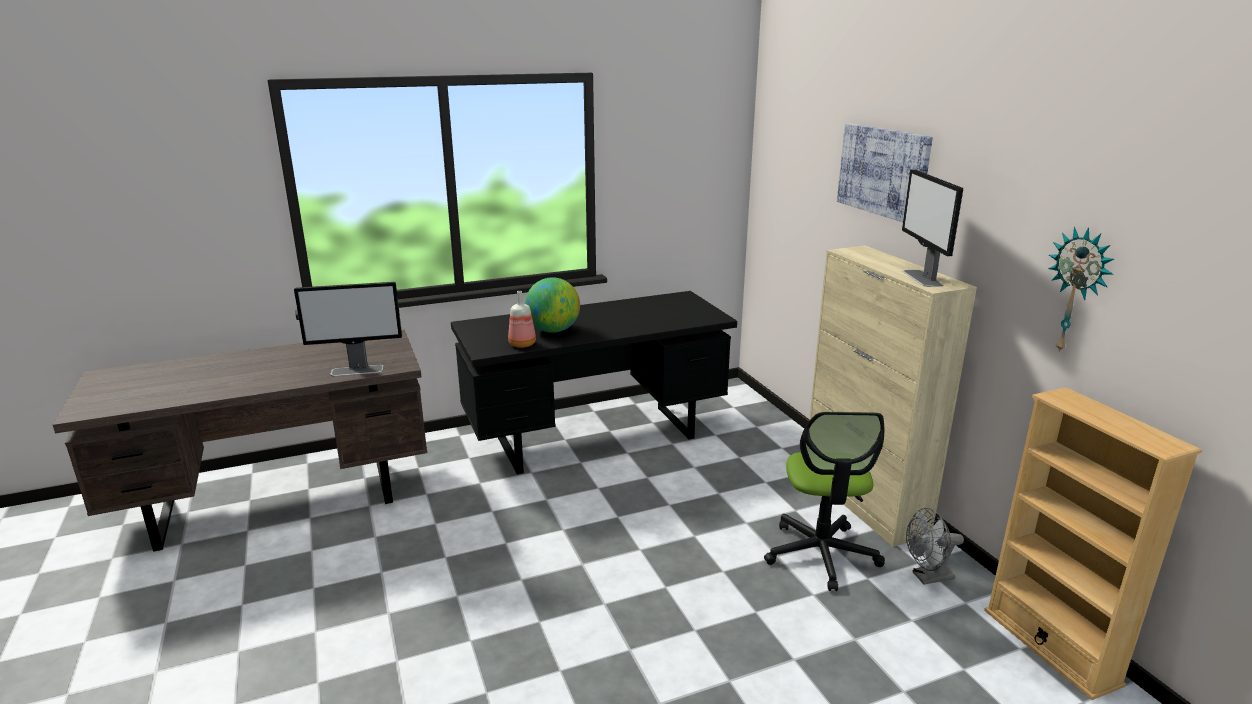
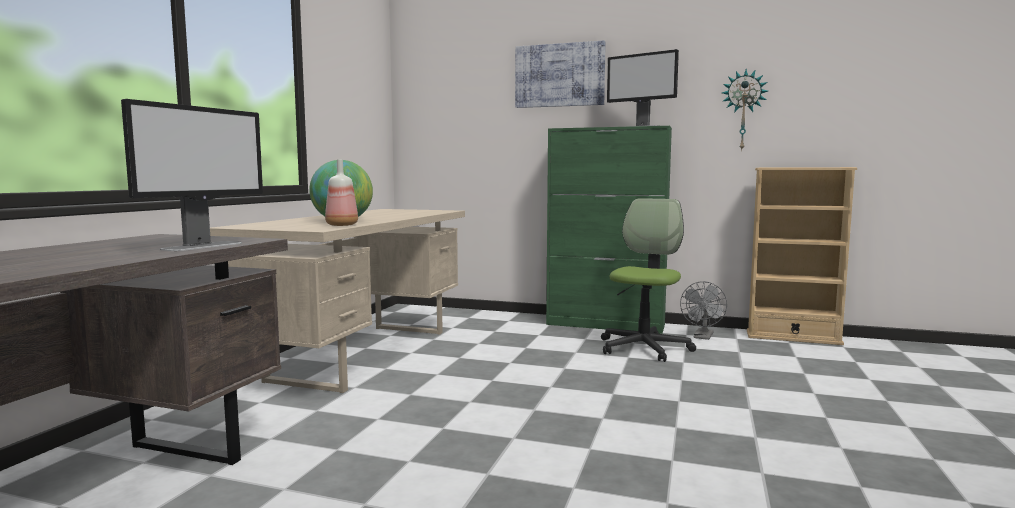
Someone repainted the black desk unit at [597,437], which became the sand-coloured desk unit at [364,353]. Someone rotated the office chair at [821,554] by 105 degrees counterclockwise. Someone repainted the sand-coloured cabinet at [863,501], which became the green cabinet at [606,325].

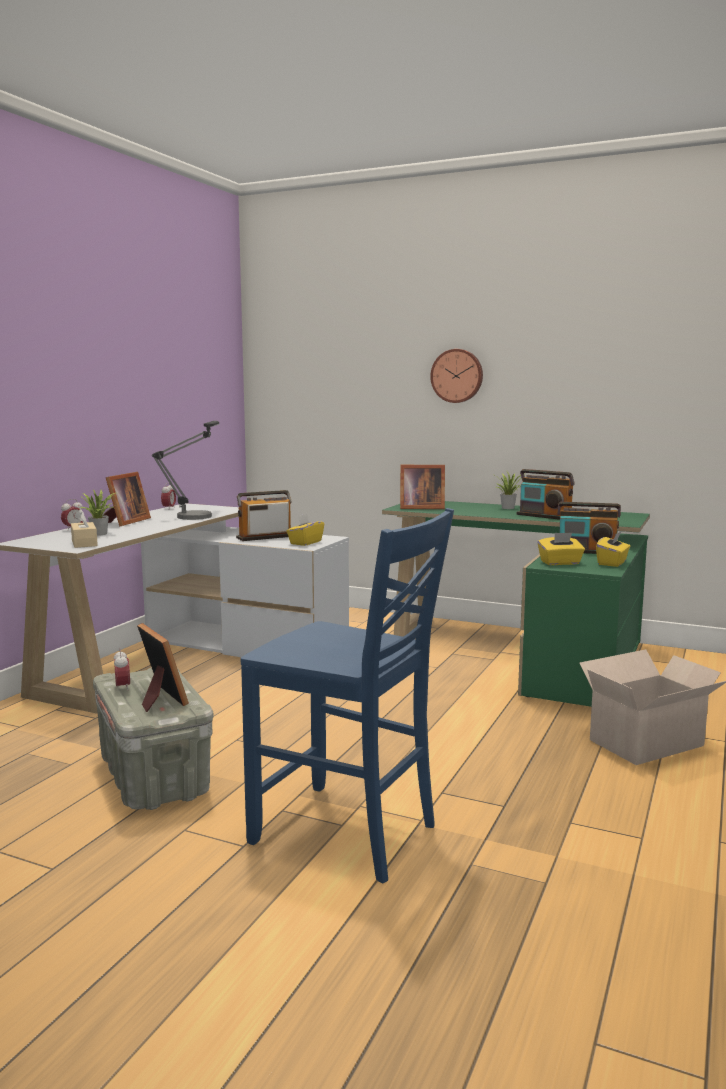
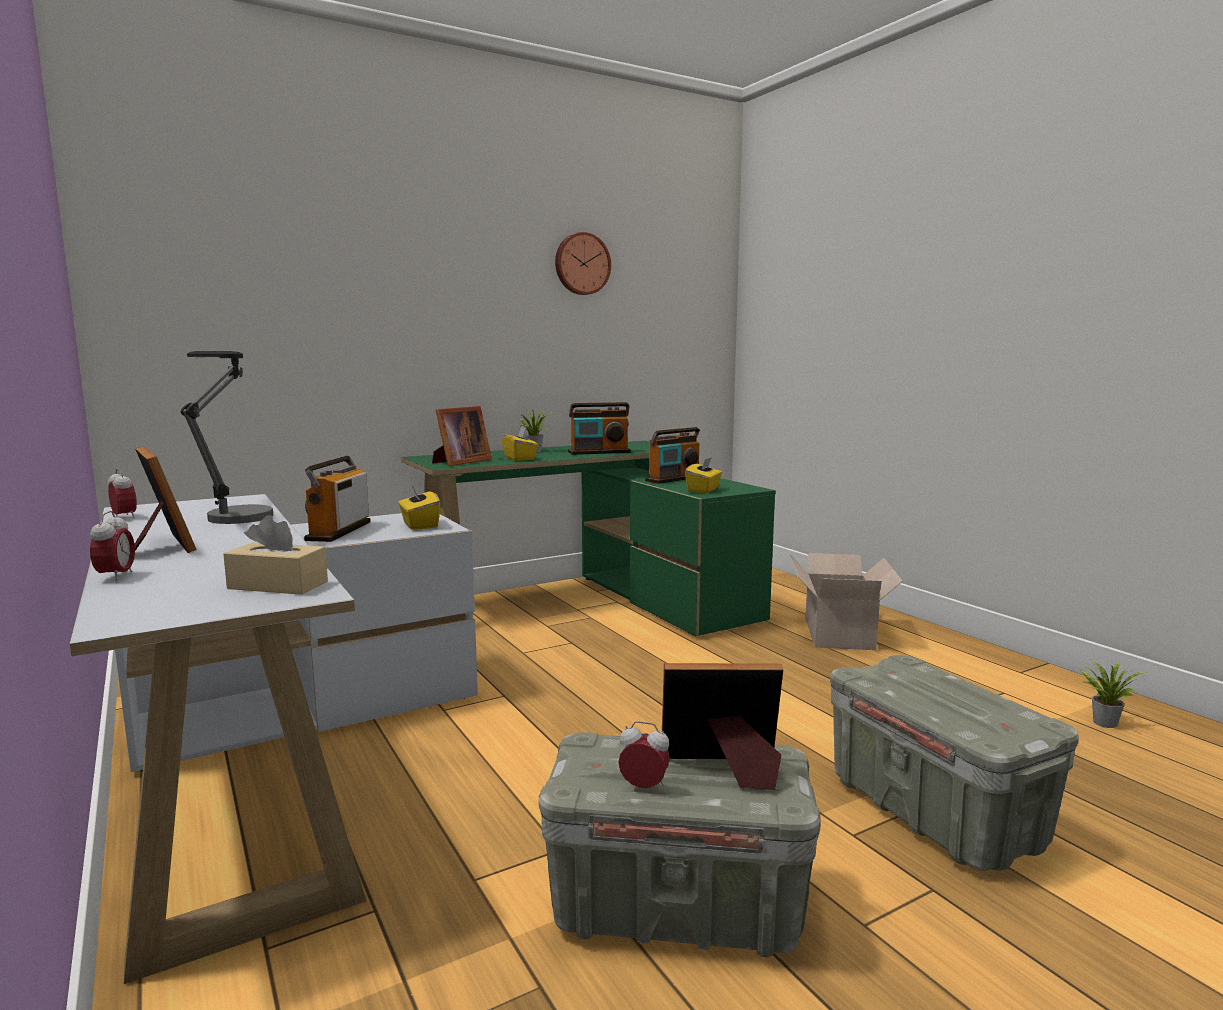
Someone carried the potted plant from [101,534] to [1103,722]. Someone swapped the blue chair at [347,834] for the gray storage container at [936,813]. Someone carried the wall clock from [457,376] to [581,264]. Someone carried the yellow box of tissues from [612,563] to [520,458].

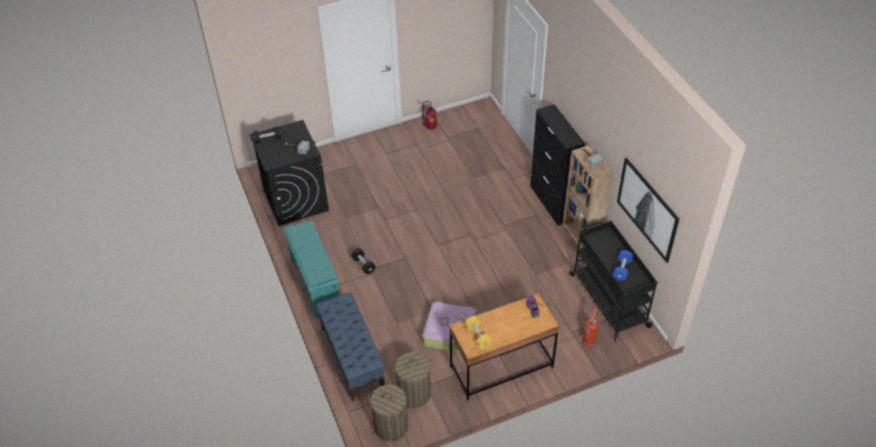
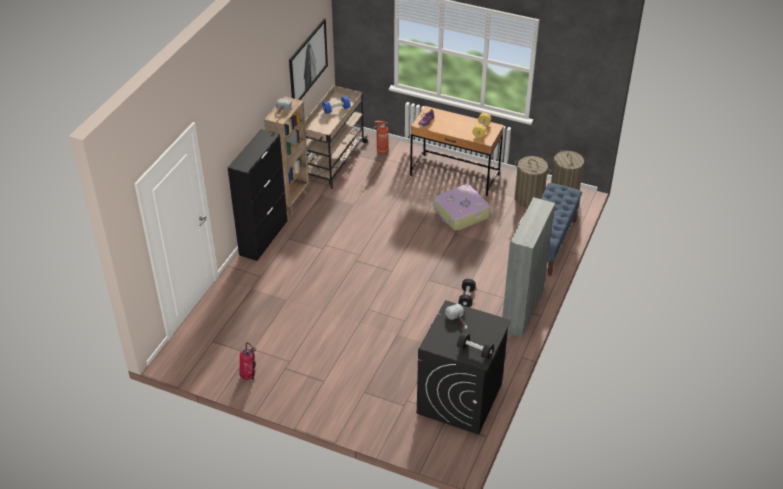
Someone swapped the turquoise-coloured shoe shelf at [315,284] for the gray cabinet at [522,311]. Someone repainted the black trolley at [608,299], which became the sand-coloured trolley at [333,161].

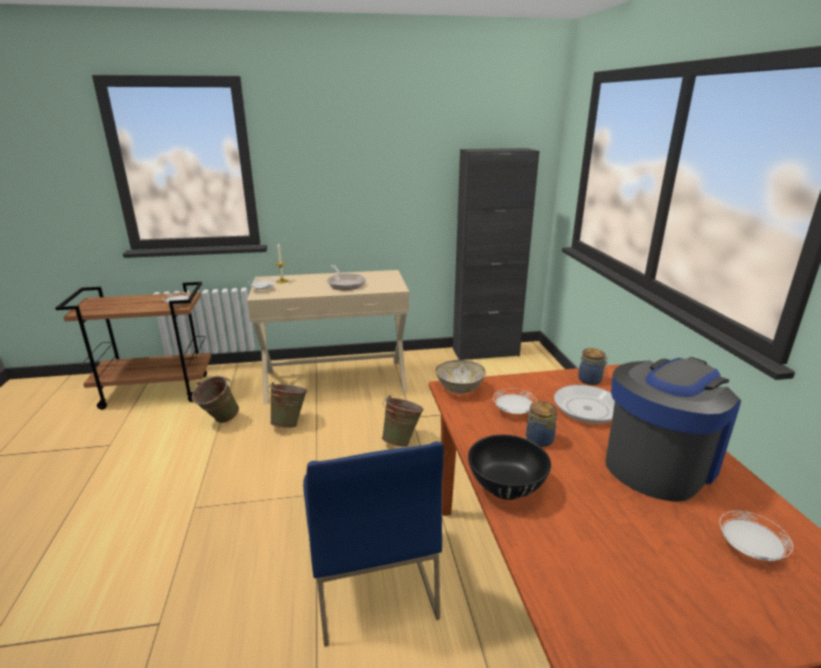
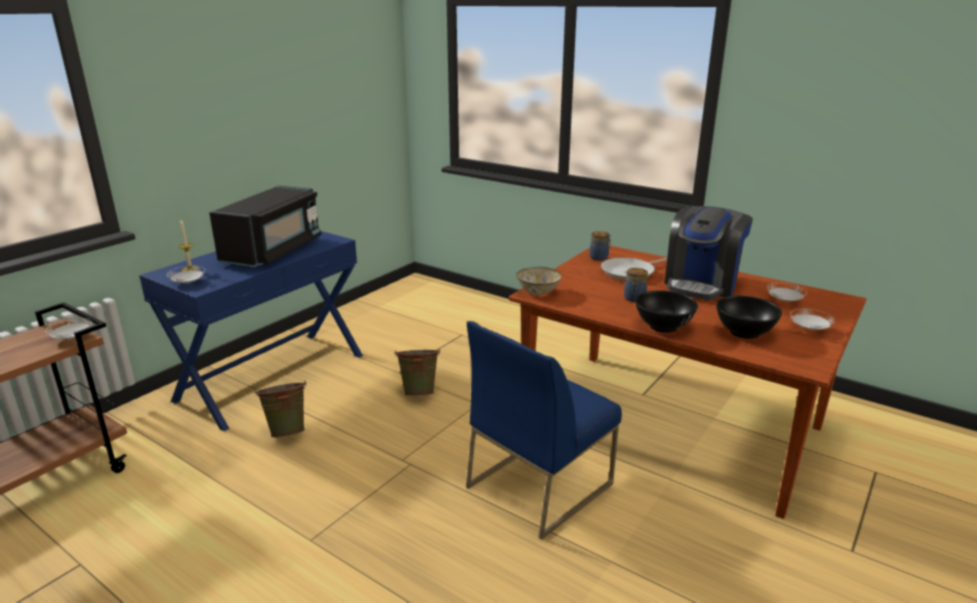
Someone took away the green water bucket at [218,421]. Someone repainted the sand-coloured narrow table at [335,380], which became the blue narrow table at [272,376]. Someone rotated the blue chair at [370,579] by 105 degrees clockwise. Someone swapped the pan at [345,283] for the black microwave at [274,251]. Someone took away the black cabinet at [485,352]. Someone carried the white-coloured plate from [514,411] to [809,329]. Someone rotated the coffee machine at [659,463] by 150 degrees counterclockwise. Someone put down the black bowl at [744,332].

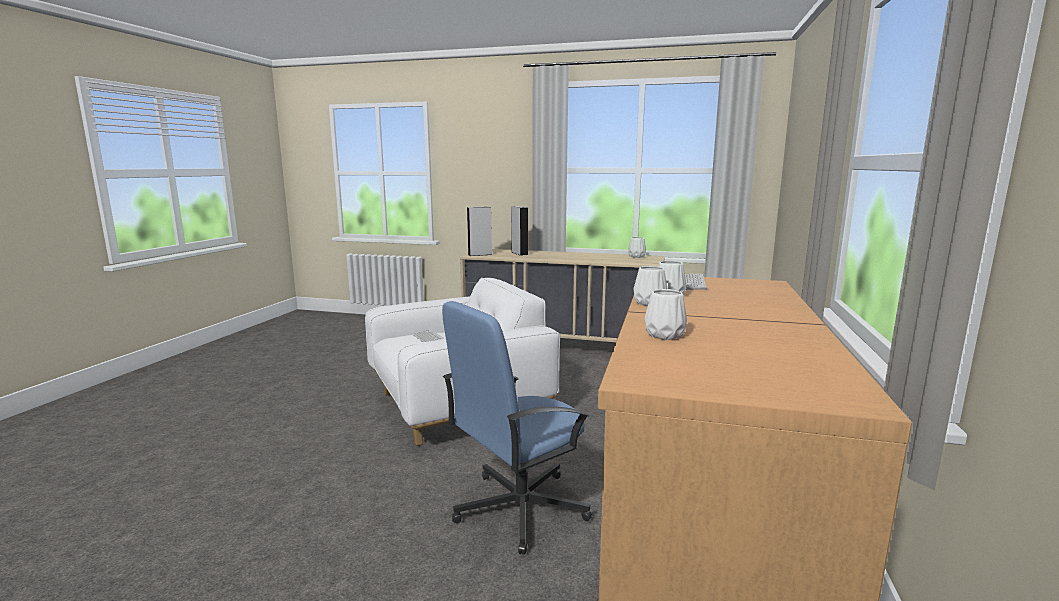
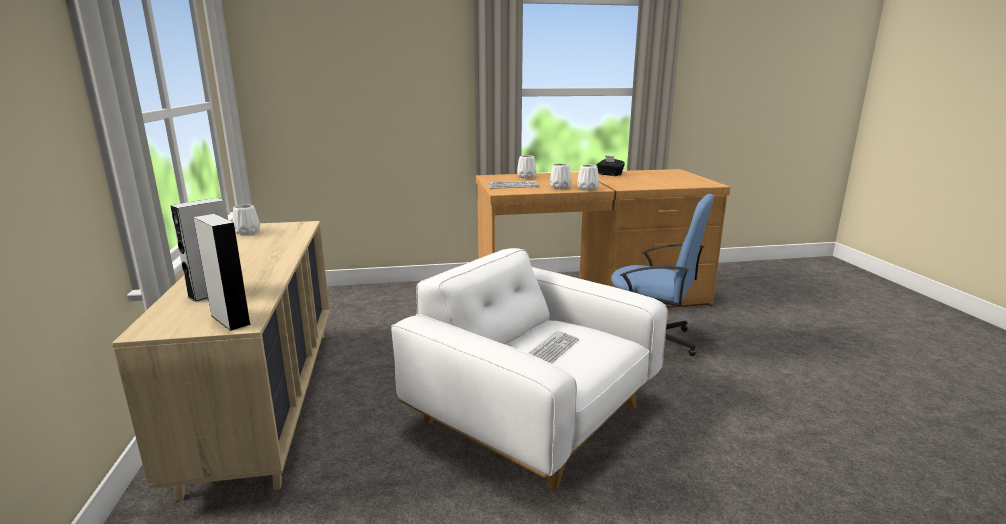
Someone carried the white-coloured vase from [665,335] to [526,177]. Someone put down the black box of tissues at [609,174].

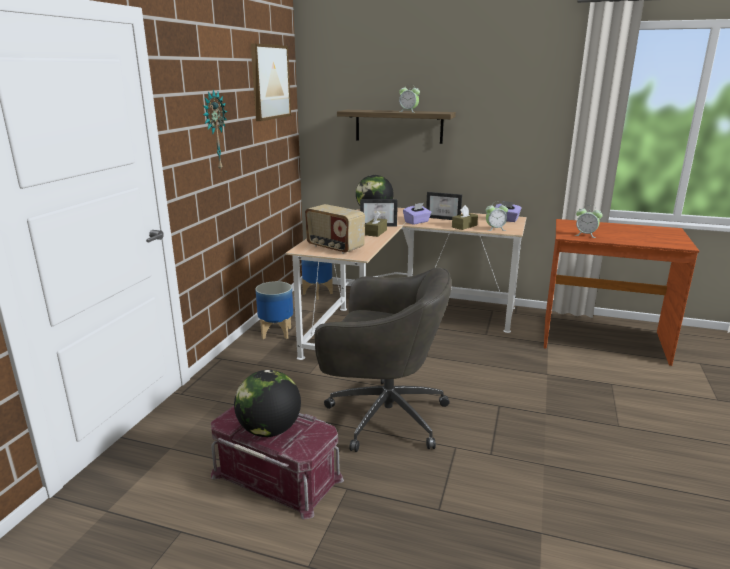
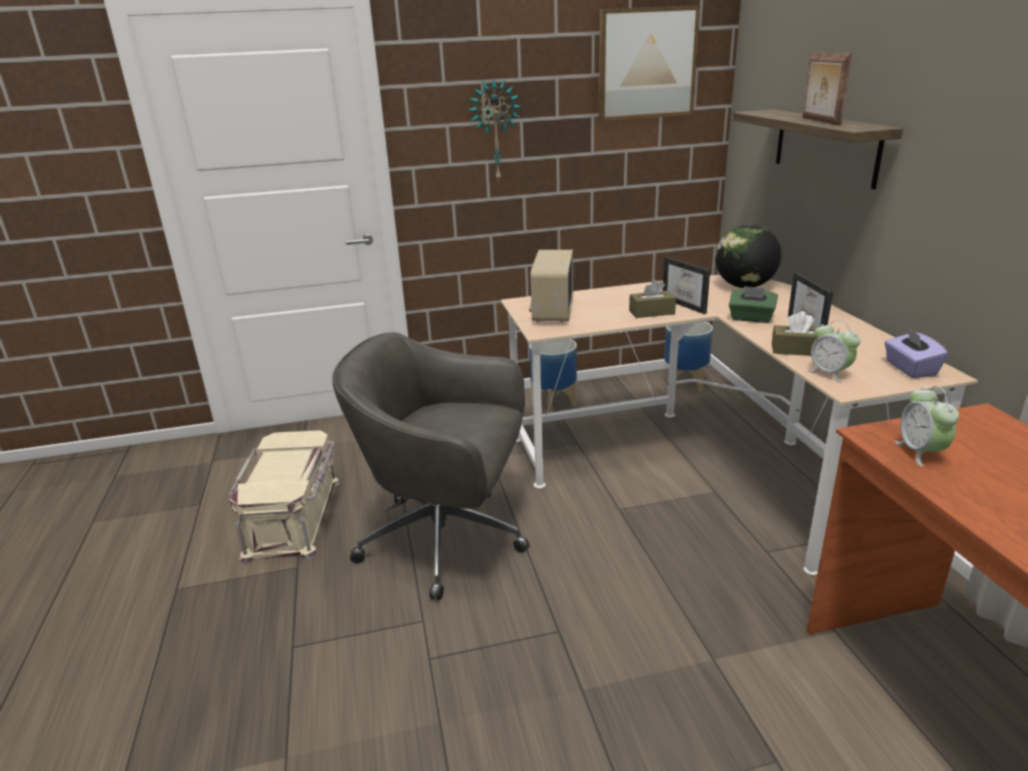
Someone repainted the reddish storage container at [278,476], which became the sand-coloured storage container at [295,518]. Someone took away the globe at [269,430]. Someone rotated the gray office chair at [383,415] by 120 degrees clockwise. Someone swapped the bedside clock at [408,111] for the photo frame at [819,121]. Someone repainted the purplish box of tissues at [417,222], which became the green box of tissues at [751,318].

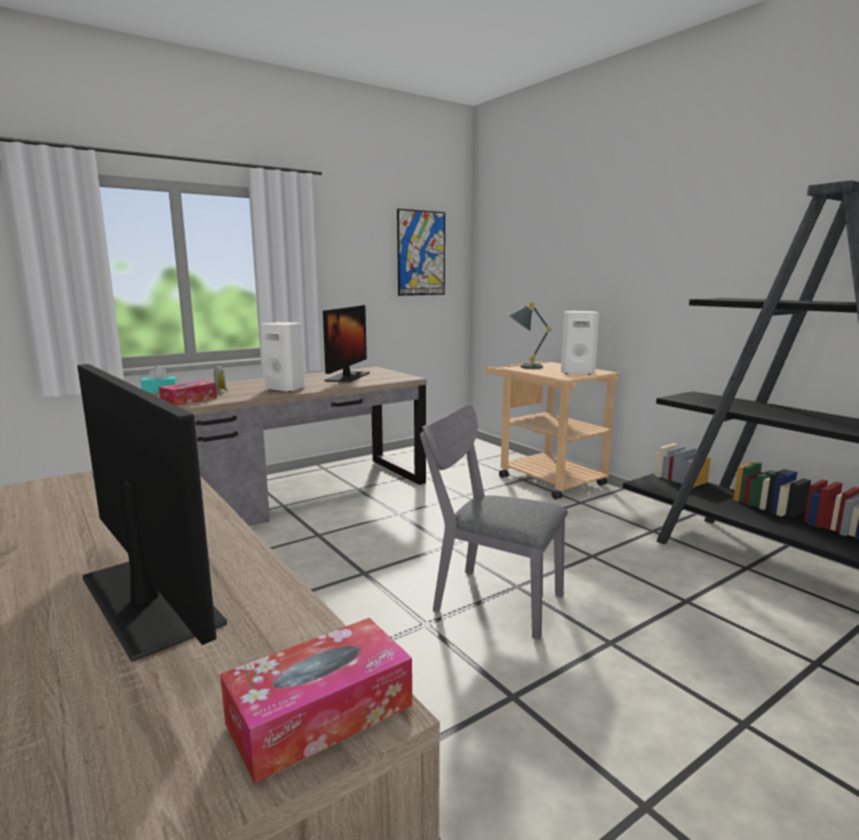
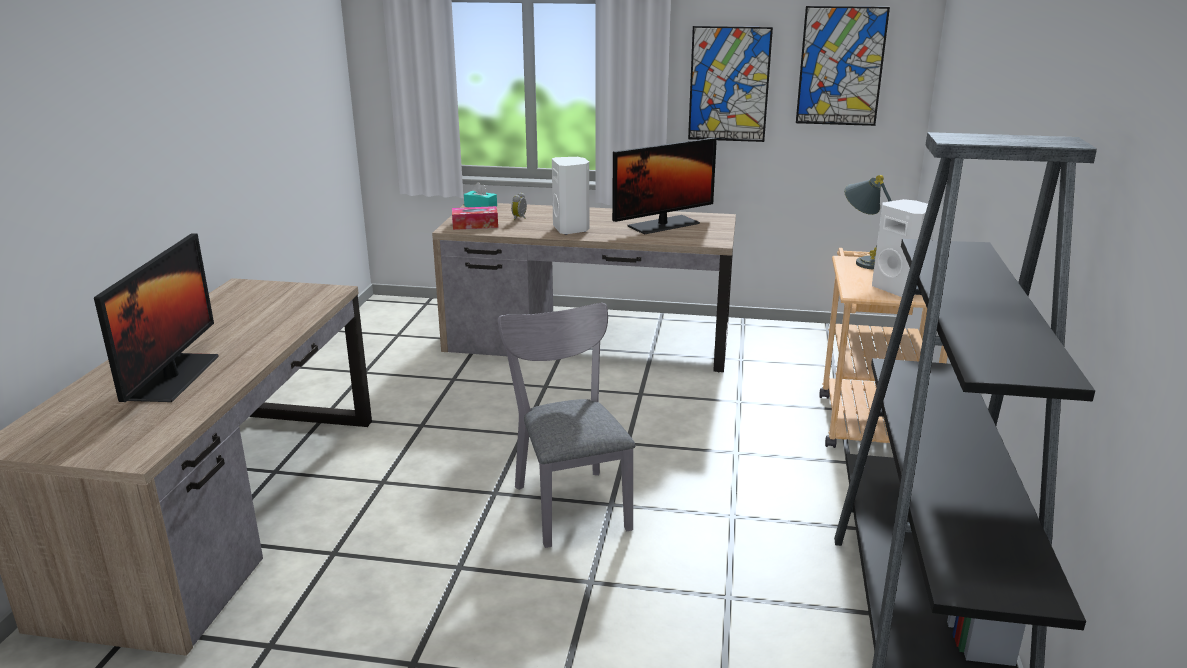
Someone took away the box of tissues at [320,714]. Someone put up the picture at [729,84].

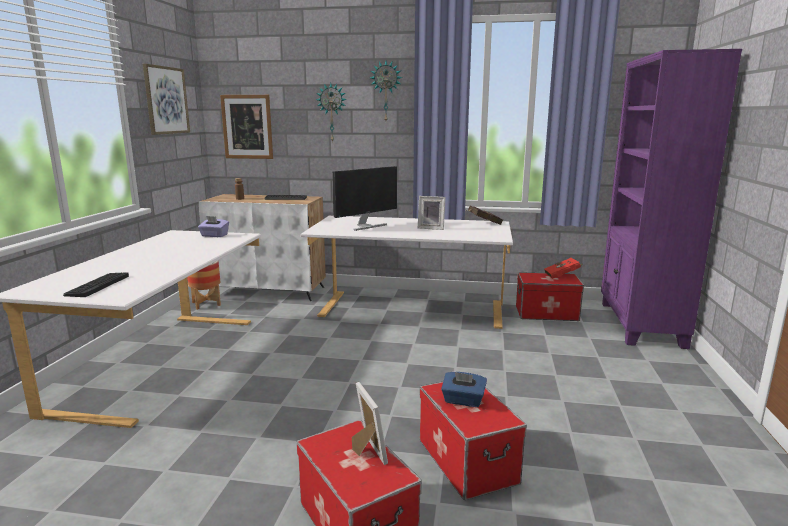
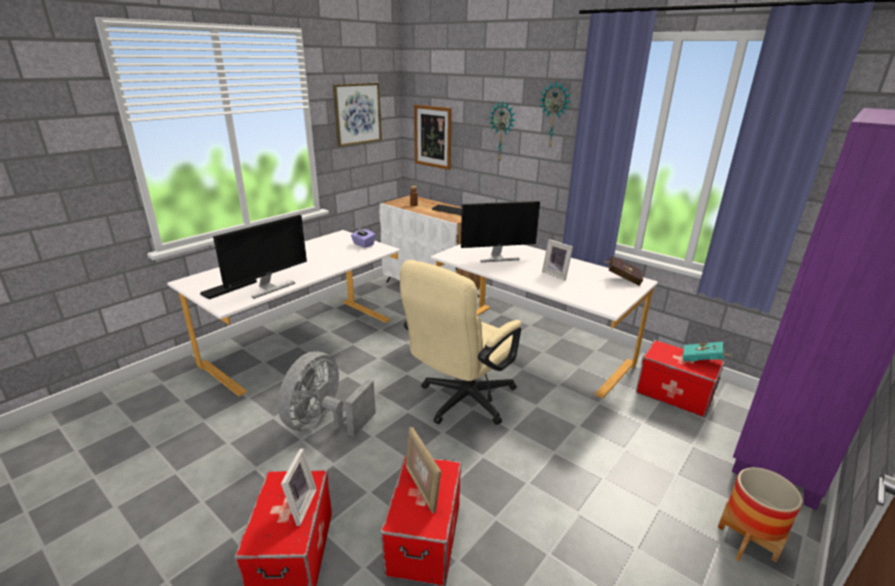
Someone carried the planter from [206,304] to [746,543]. Someone swapped the blue box of tissues at [463,400] for the photo frame at [422,487]. Someone repainted the reddish book at [563,276], which became the turquoise-coloured book at [703,361]. Someone put down the computer screen at [269,288]. Someone put down the gray fan at [324,423]. Someone put down the sand-coloured office chair at [461,402].

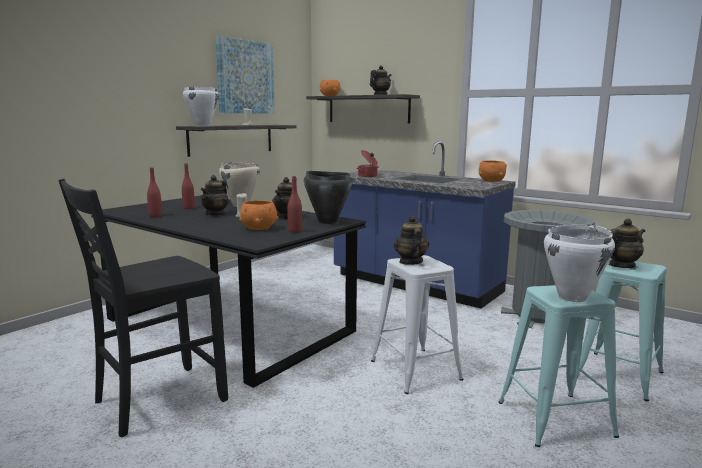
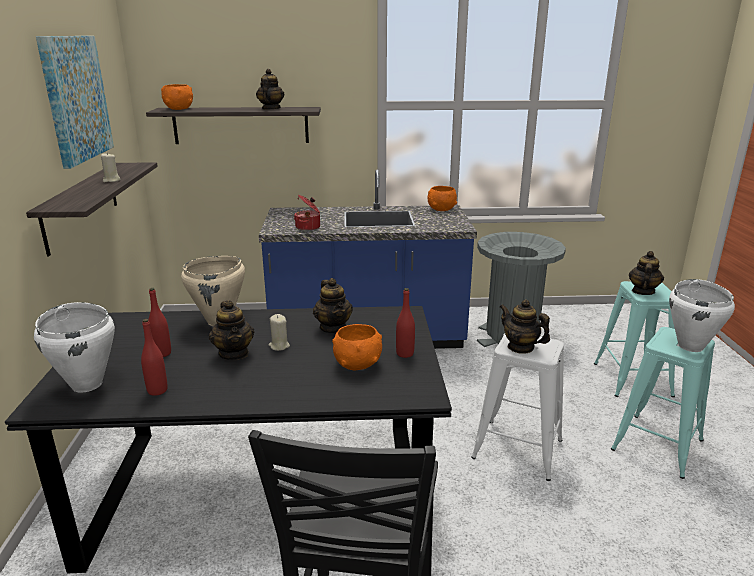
Someone carried the white-coloured stockpot from [203,126] to [87,384]. Someone took away the black stockpot at [327,222].

